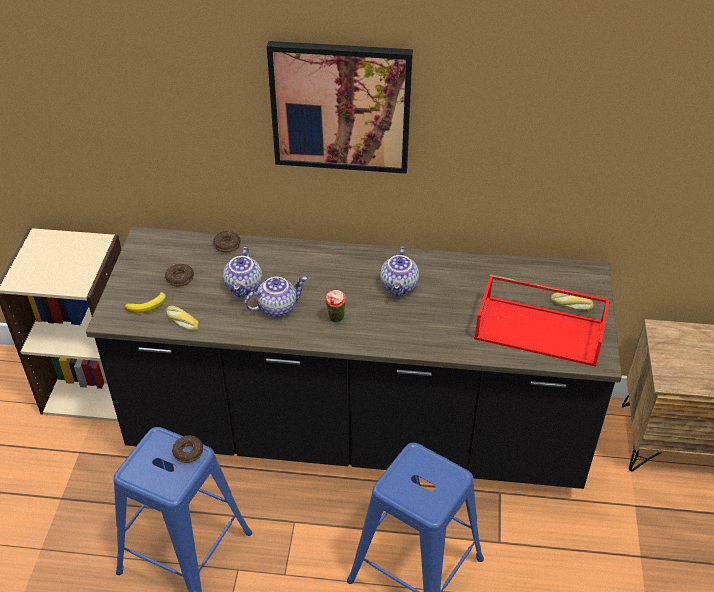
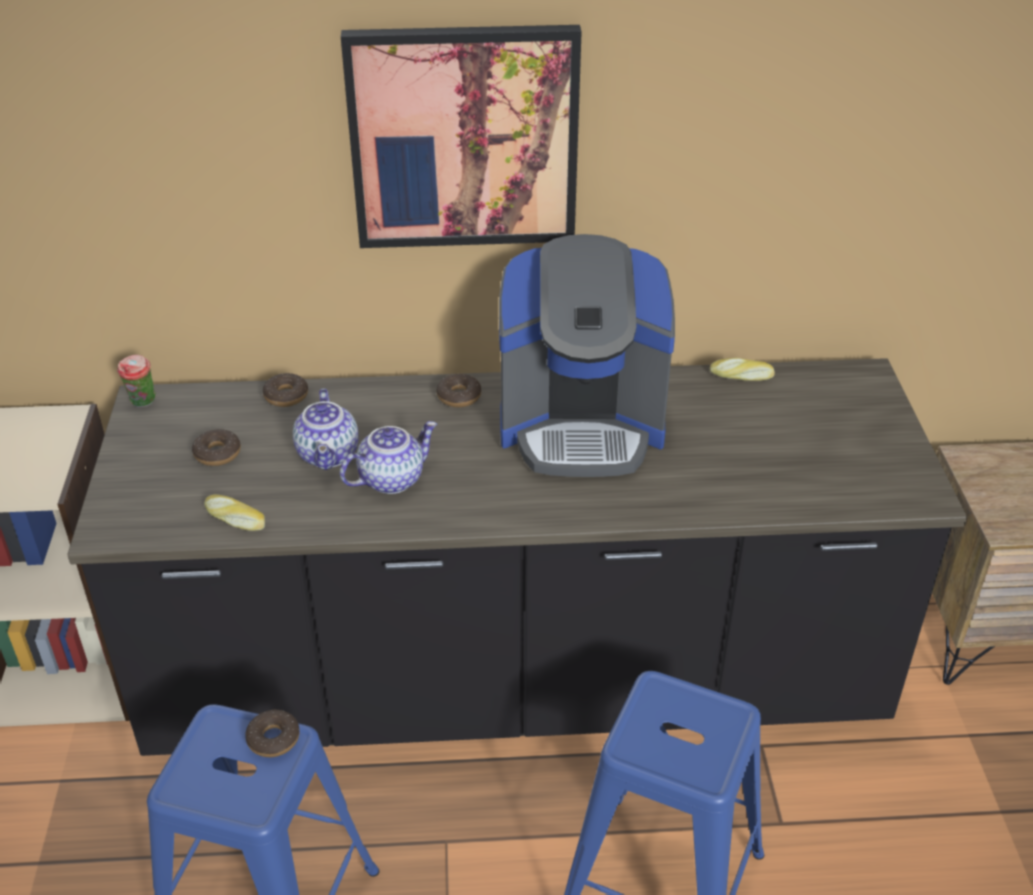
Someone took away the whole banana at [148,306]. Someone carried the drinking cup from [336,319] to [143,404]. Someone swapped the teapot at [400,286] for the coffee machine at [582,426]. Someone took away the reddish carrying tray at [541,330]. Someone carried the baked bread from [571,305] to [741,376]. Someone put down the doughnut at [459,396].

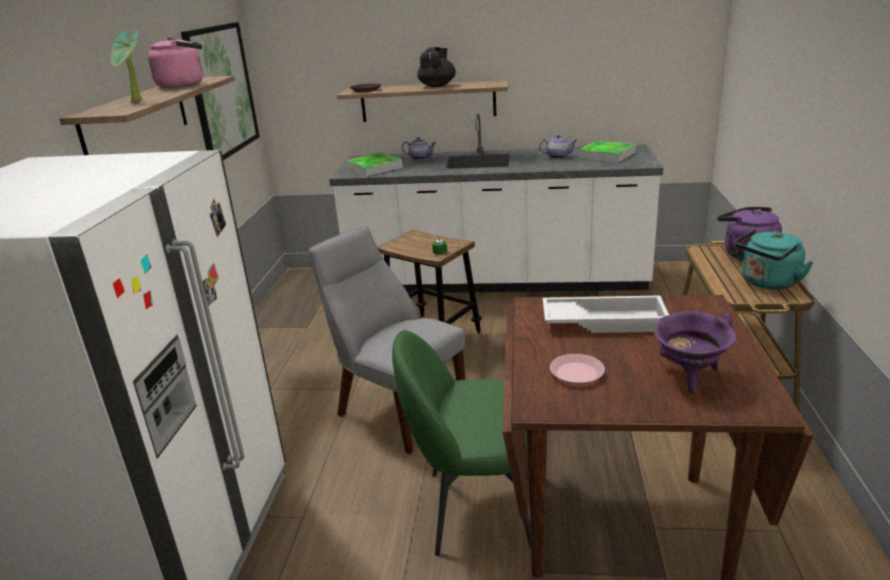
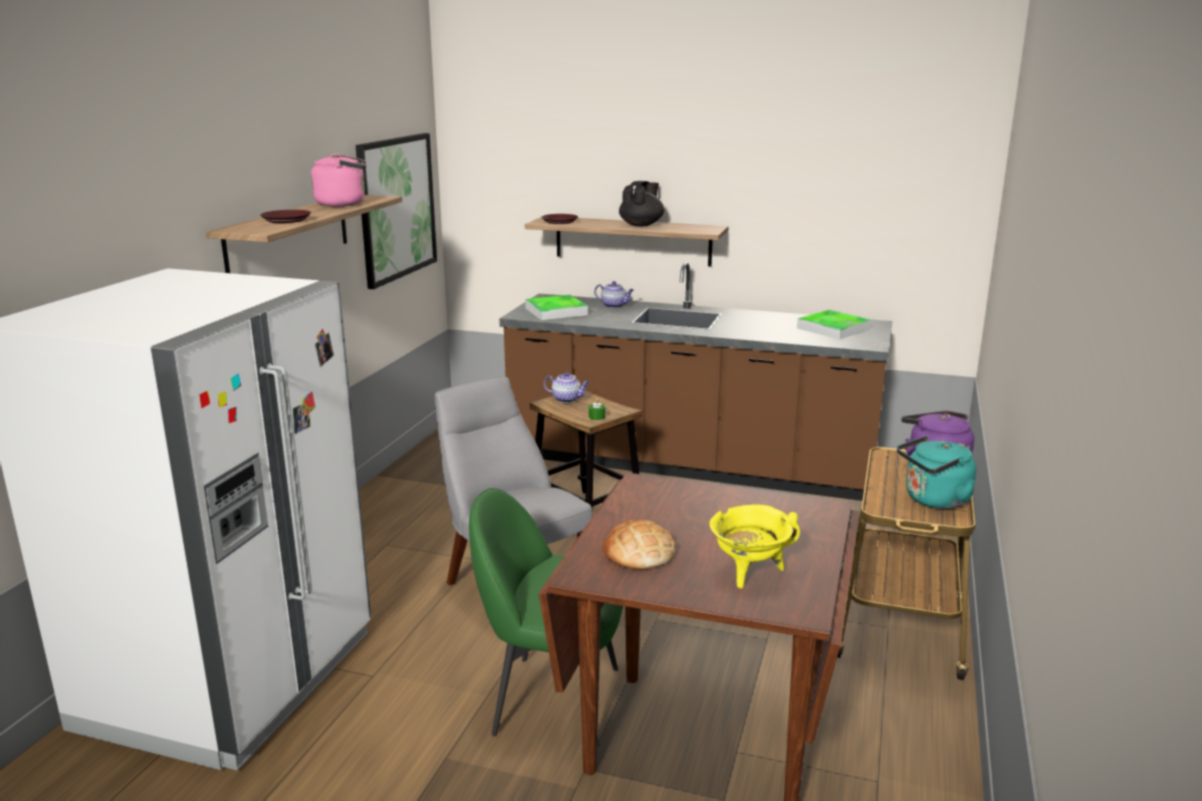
Someone swapped the potted plant at [136,101] for the brown-coloured plate at [285,220]. Someone repainted the white-coloured counter at [497,281], which became the brown-coloured counter at [689,465]. Someone carried the teapot from [558,156] to [567,399]. Someone took away the white-coloured carrying tray at [604,321]. Someone swapped the pink-coloured plate at [576,374] for the baked bread at [638,553]. Someone repainted the purplish stockpot at [689,377], which became the yellow stockpot at [749,573].

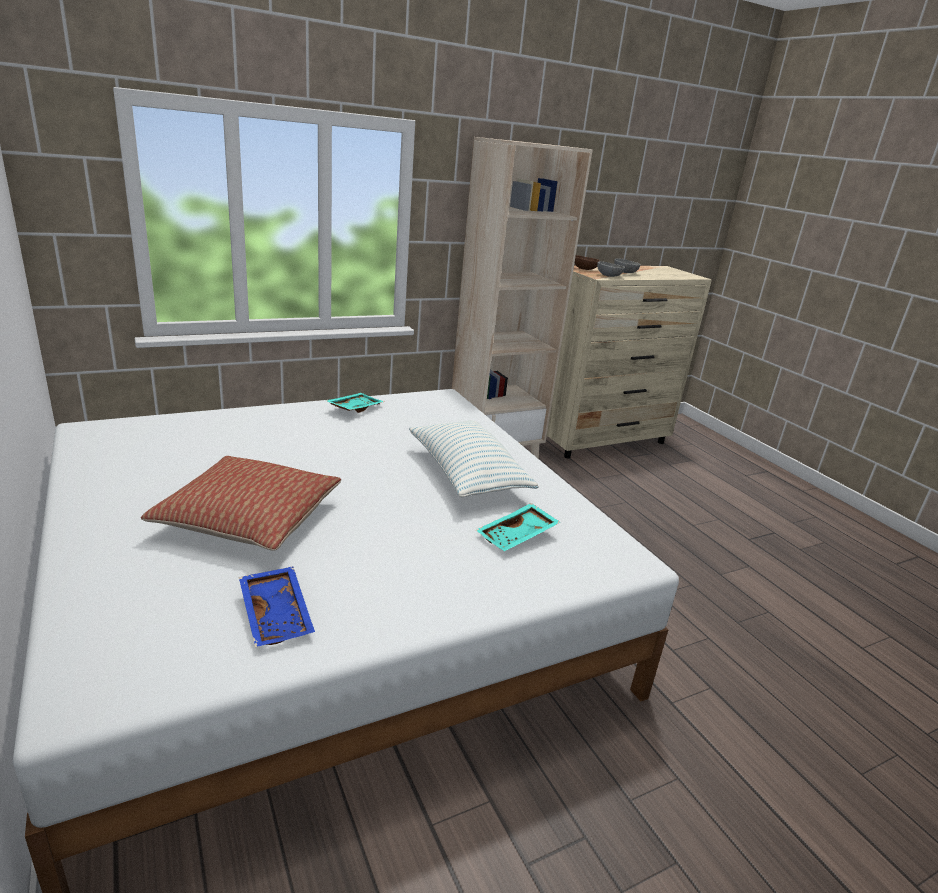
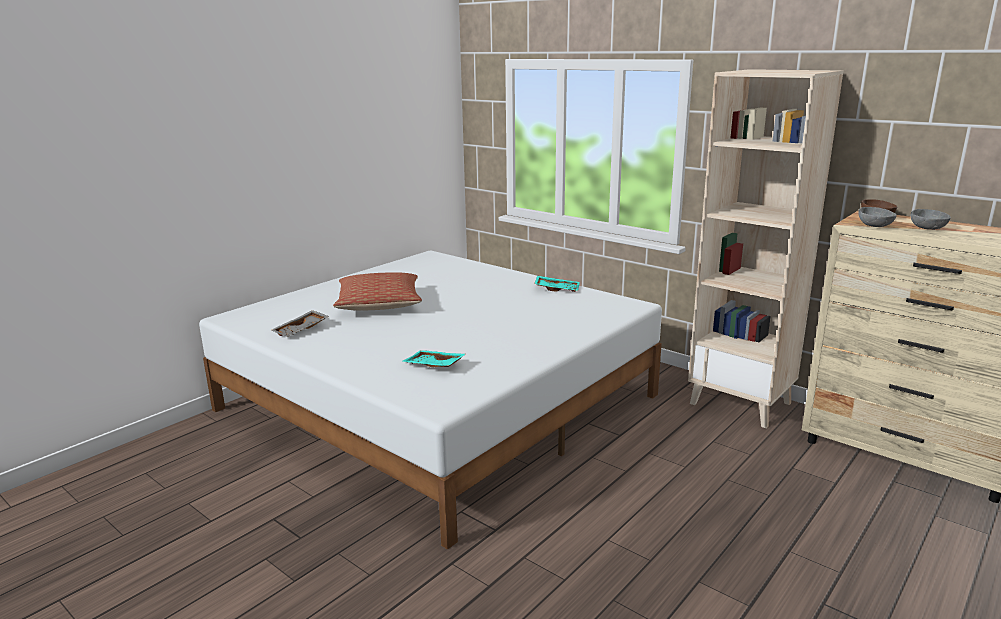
Someone repainted the blue carrying tray at [278,614], which became the gray carrying tray at [301,330]. Someone took away the cushion at [467,474].

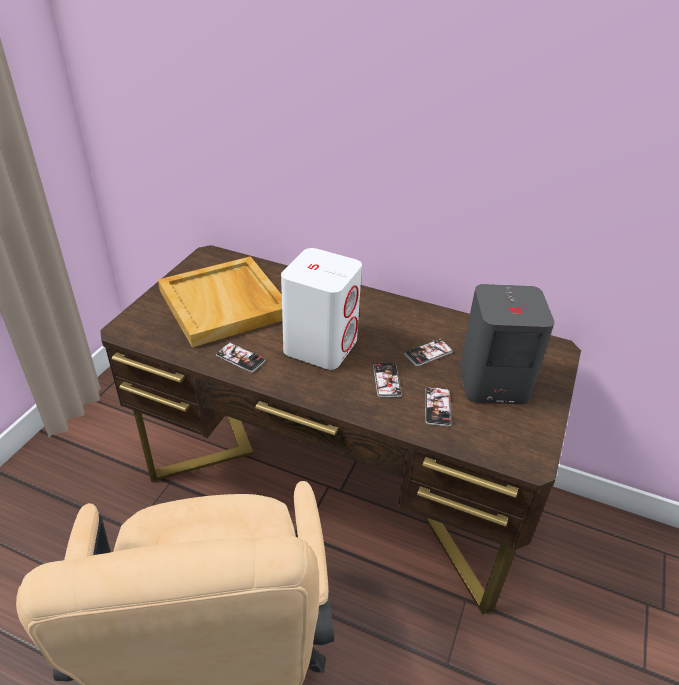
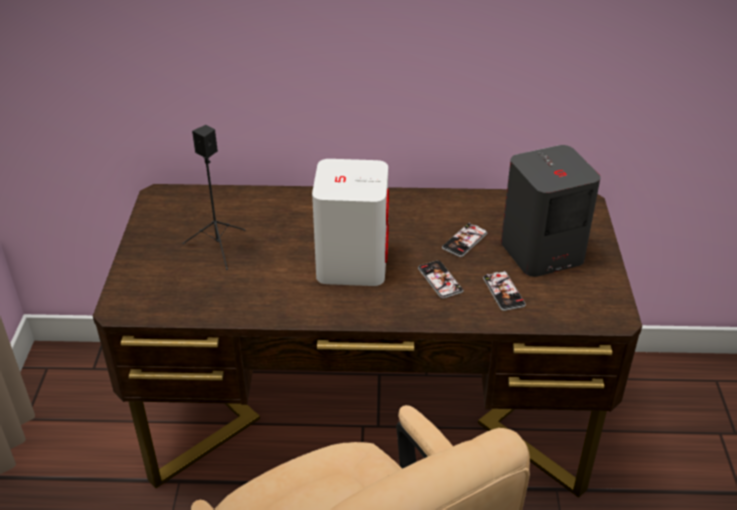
Someone swapped the sand-coloured carrying tray at [225,304] for the black loudspeaker at [218,247]. Someone took away the handset at [240,358].

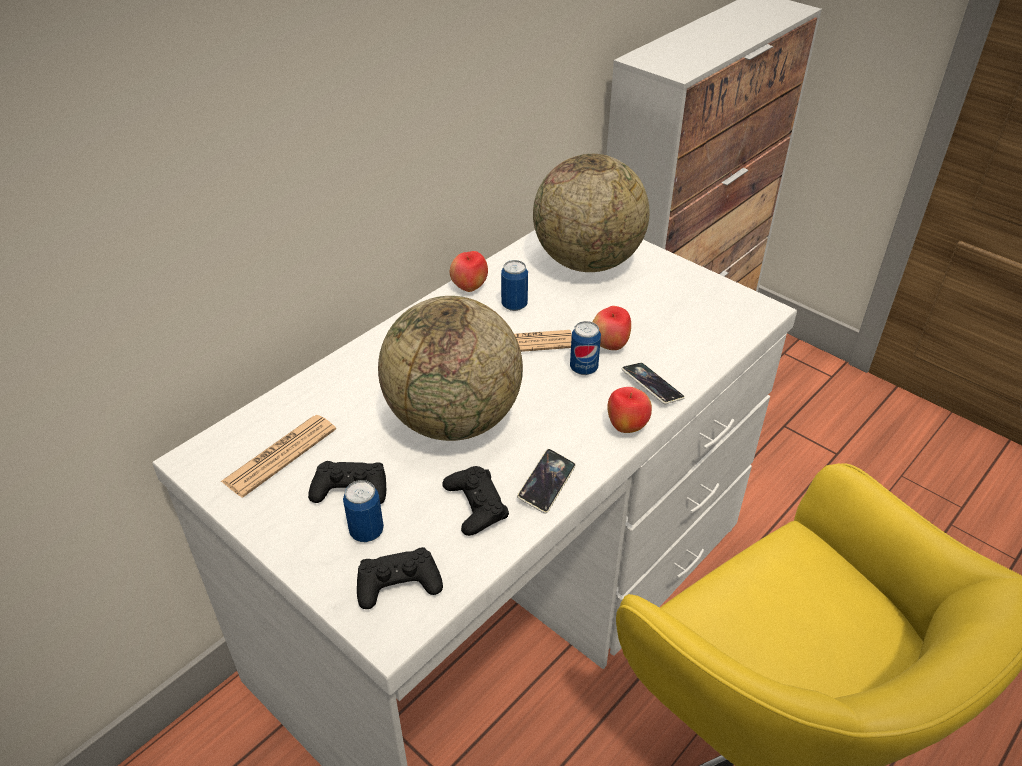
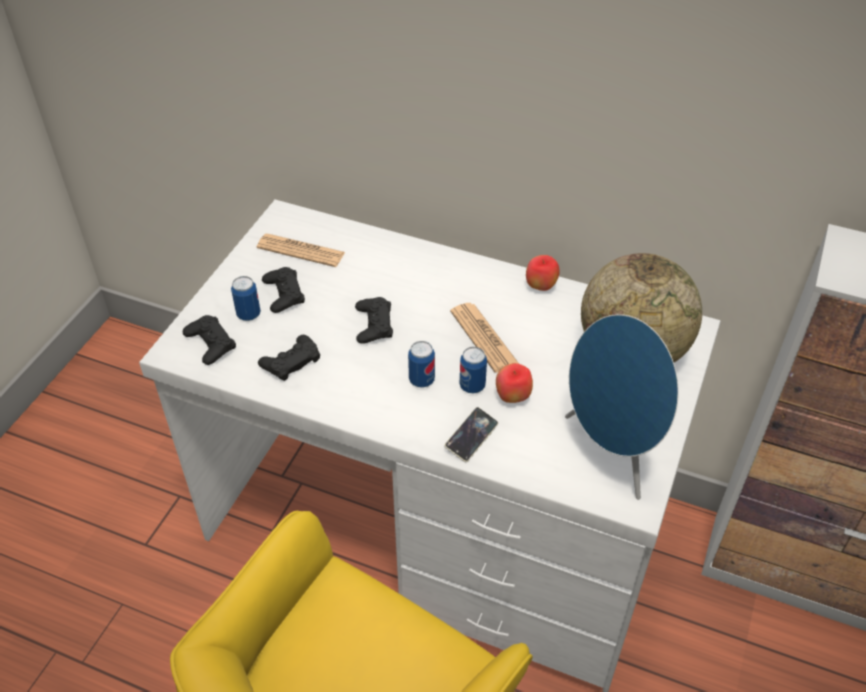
Someone swapped the globe at [454,419] for the black gamepad at [374,324]. Someone carried the sealed can from [514,305] to [421,380]. Someone took away the handset at [546,484]. Someone took away the whole apple at [626,427]. Someone put down the blue loudspeaker at [611,451].

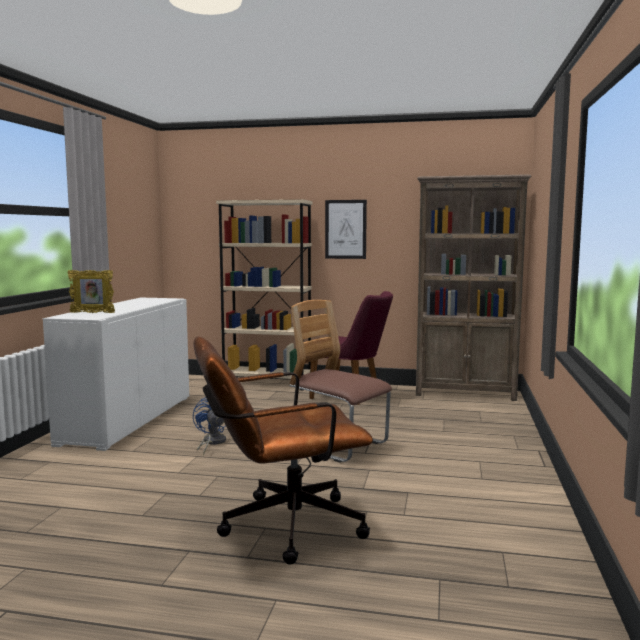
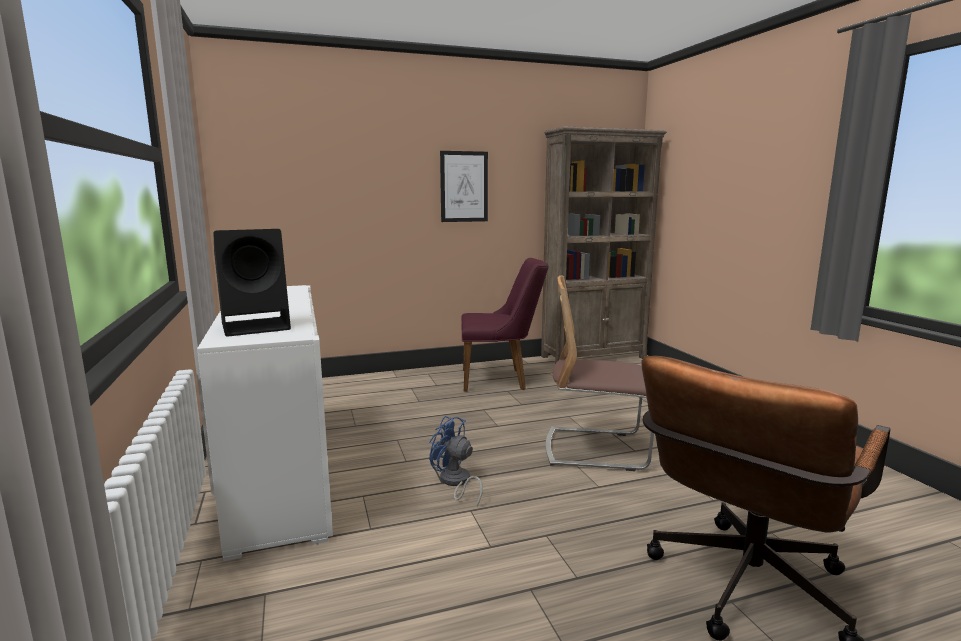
Someone swapped the photo frame at [92,313] for the black loudspeaker at [258,326]. Someone took away the sand-coloured shelving unit at [267,383].

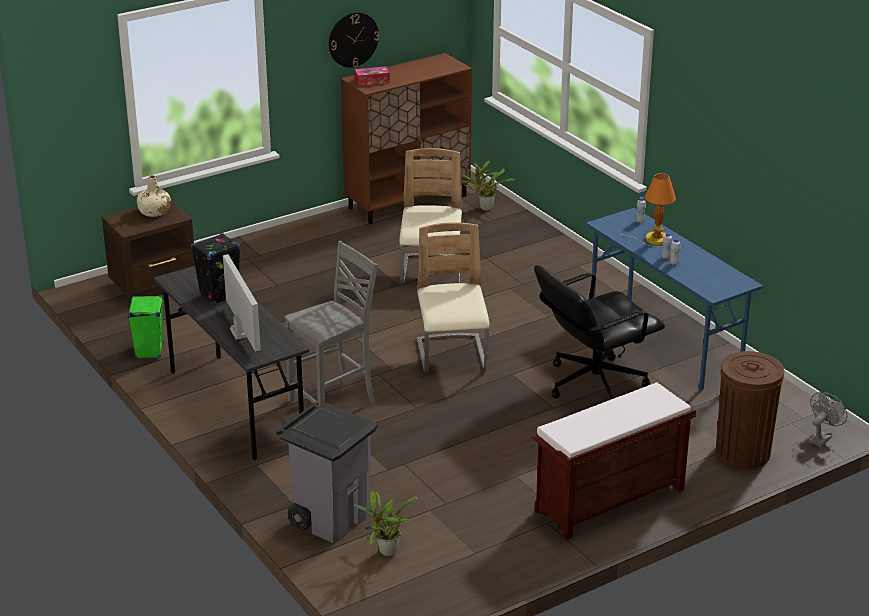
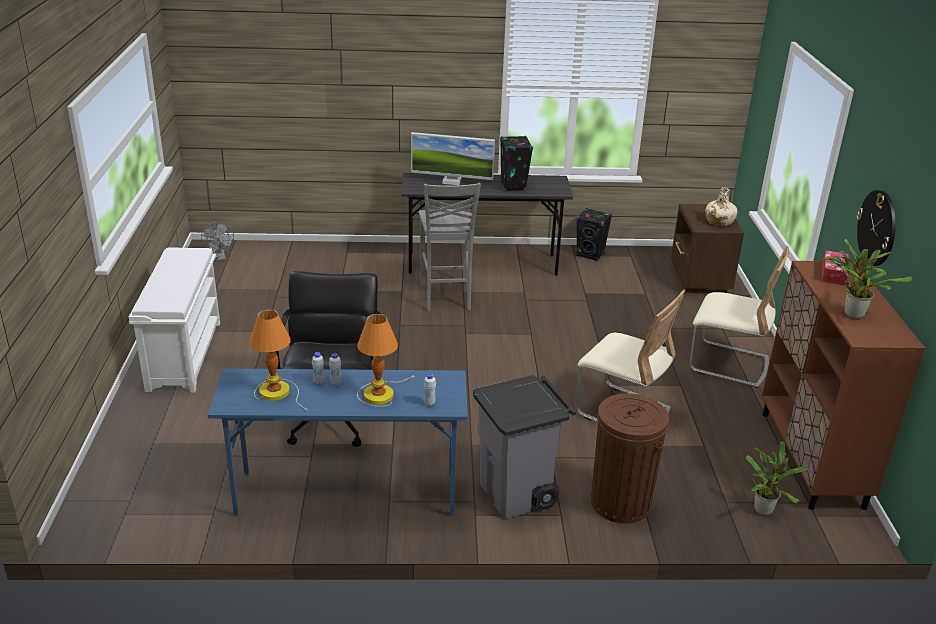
Someone repainted the green loudspeaker at [149,351], which became the black loudspeaker at [590,255]. Someone carried the gray rubbish bin from [330,518] to [518,494]. Someone carried the potted plant from [386,553] to [852,313]. Someone carried the sand-coloured chair from [452,355] to [728,364]. Someone repainted the brown-coloured bench at [609,501], which became the white-coloured bench at [184,355]. Someone carried the brown-coloured rubbish bin from [743,452] to [620,503]. Someone carried the gray fan from [821,437] to [220,258]. Someone put down the table lamp at [278,392].

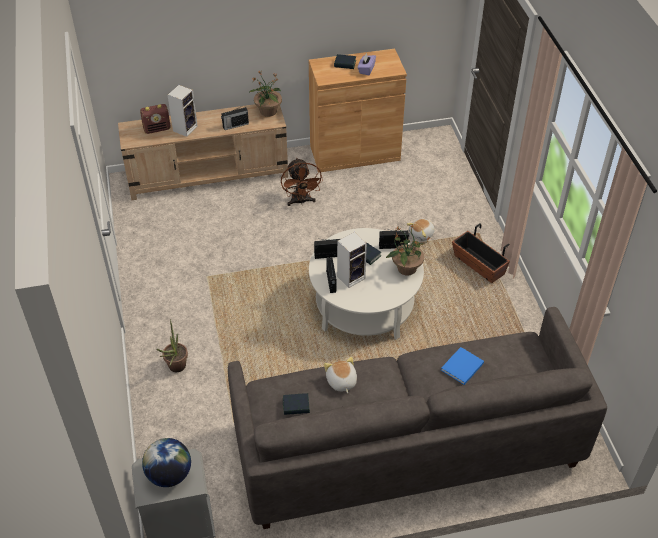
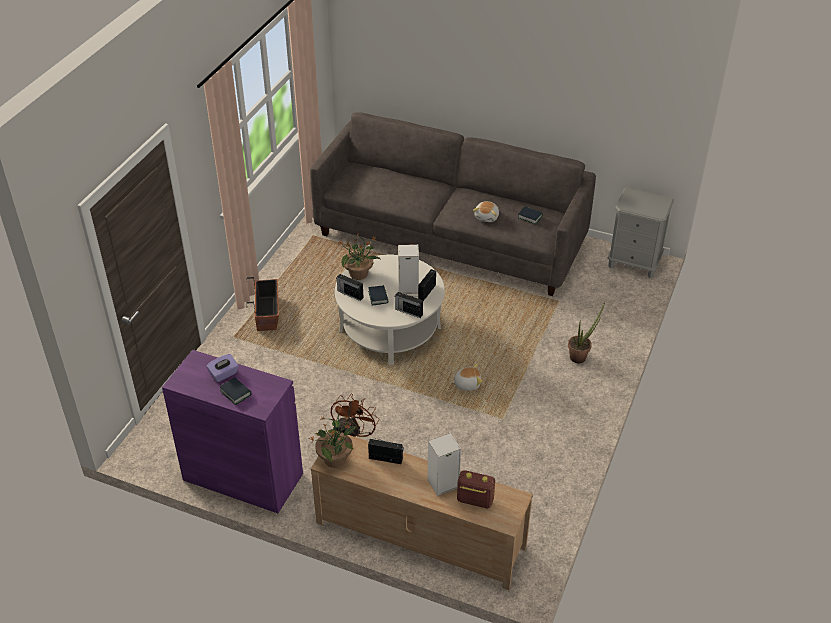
Someone took away the globe at [169,475]. Someone repainted the brown-coloured cabinet at [355,153], which became the purplish cabinet at [243,477]. Someone carried the cuddly toy from [422,234] to [467,384]. Someone took away the blue book at [461,367].

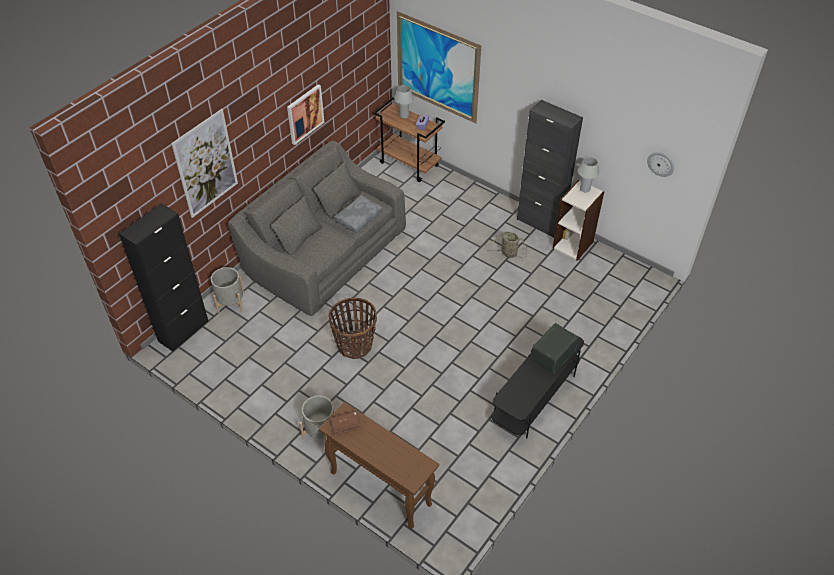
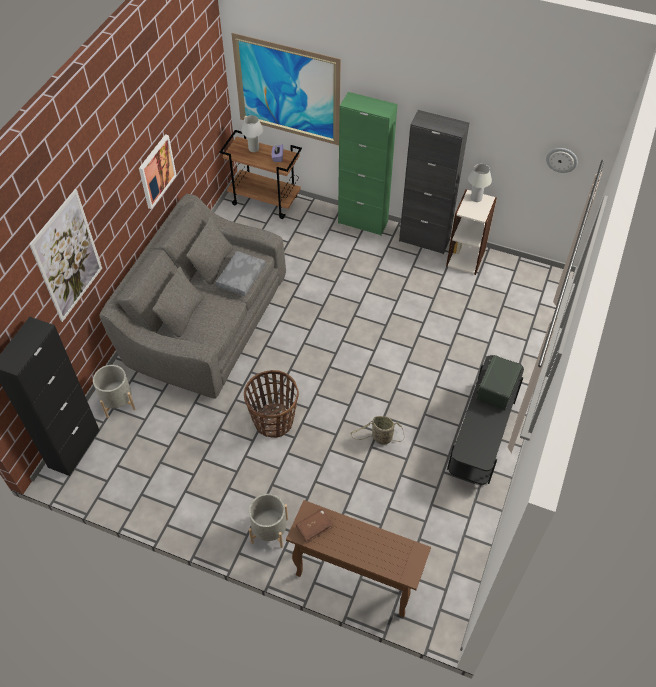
Someone carried the basket from [507,253] to [380,438]. Someone put down the green cabinet at [363,222].

